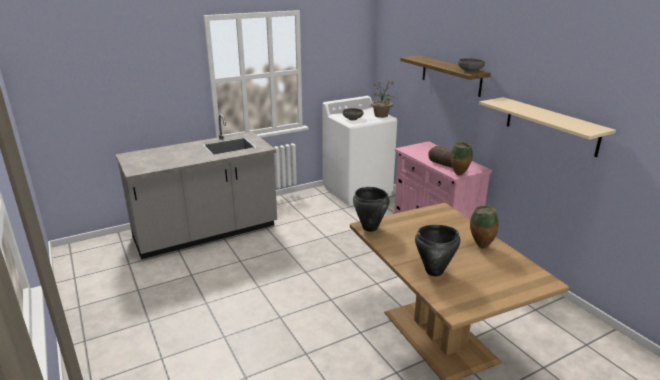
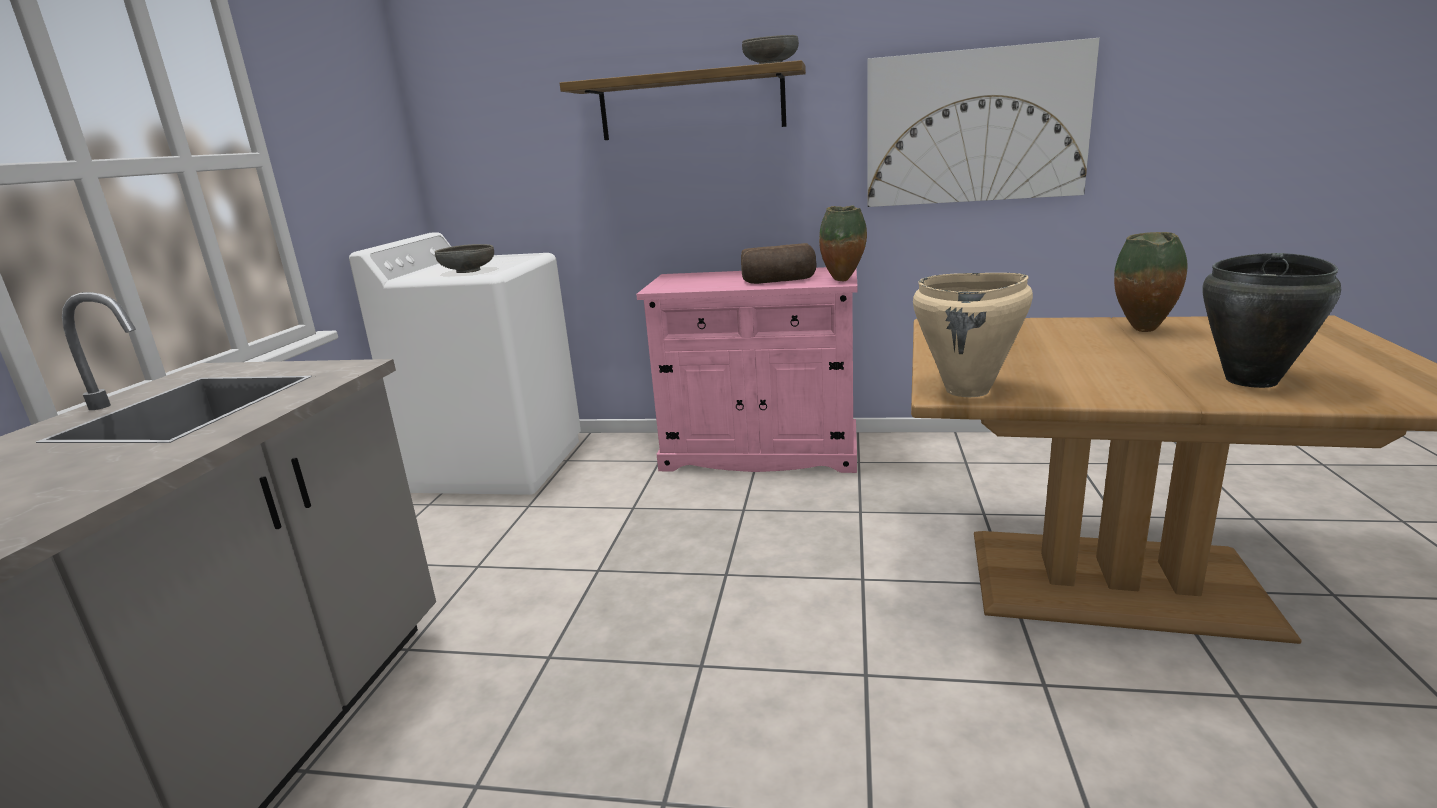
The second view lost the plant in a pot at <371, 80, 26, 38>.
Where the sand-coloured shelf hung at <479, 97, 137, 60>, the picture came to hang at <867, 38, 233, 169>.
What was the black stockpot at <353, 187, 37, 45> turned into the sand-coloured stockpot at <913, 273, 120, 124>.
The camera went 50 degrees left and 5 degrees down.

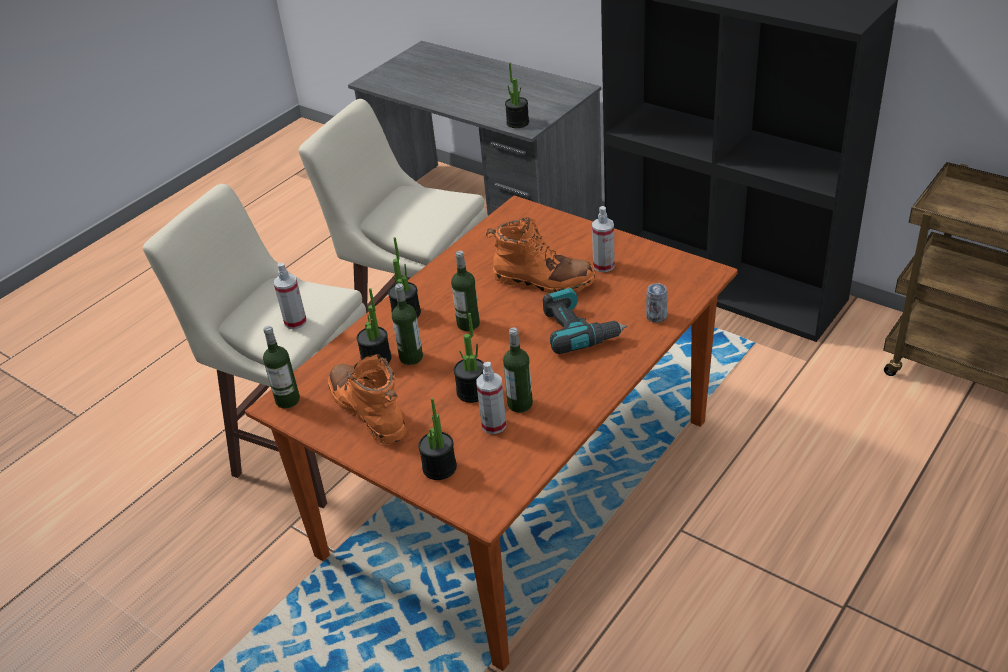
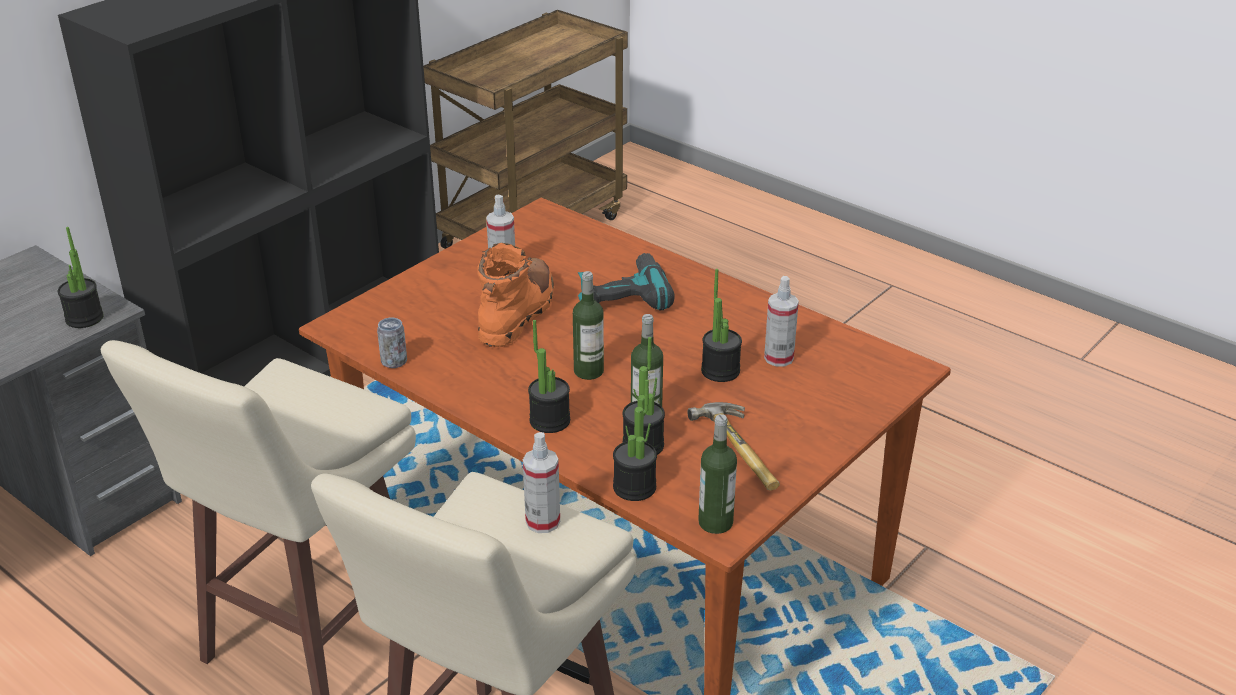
The sealed can ended up elsewhere, having gone from <646, 283, 22, 40> to <377, 318, 30, 50>.
The second view lost the bottle at <503, 328, 30, 85>.
Where the orangey tall boot stood at <328, 354, 78, 90>, the hand hammer came to stand at <688, 402, 92, 89>.
The plant in a pot ended up elsewhere, having gone from <418, 398, 39, 82> to <613, 379, 44, 122>.
The camera went 90 degrees left and 5 degrees down.

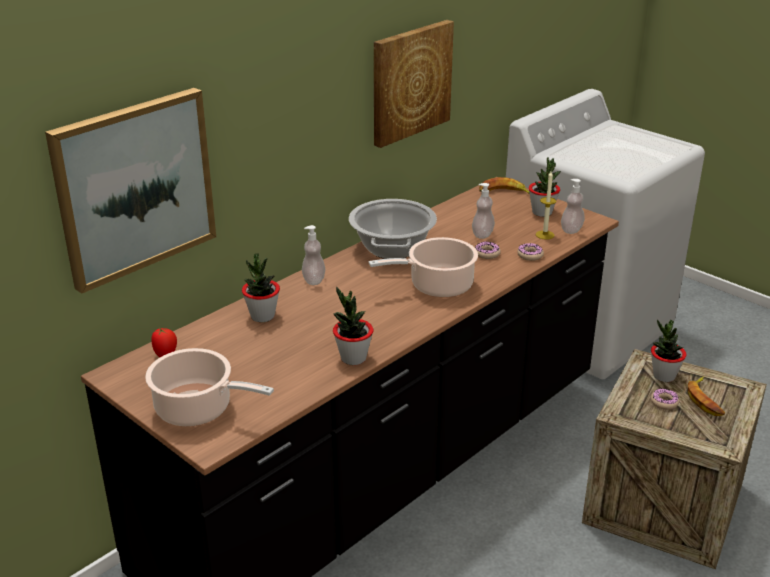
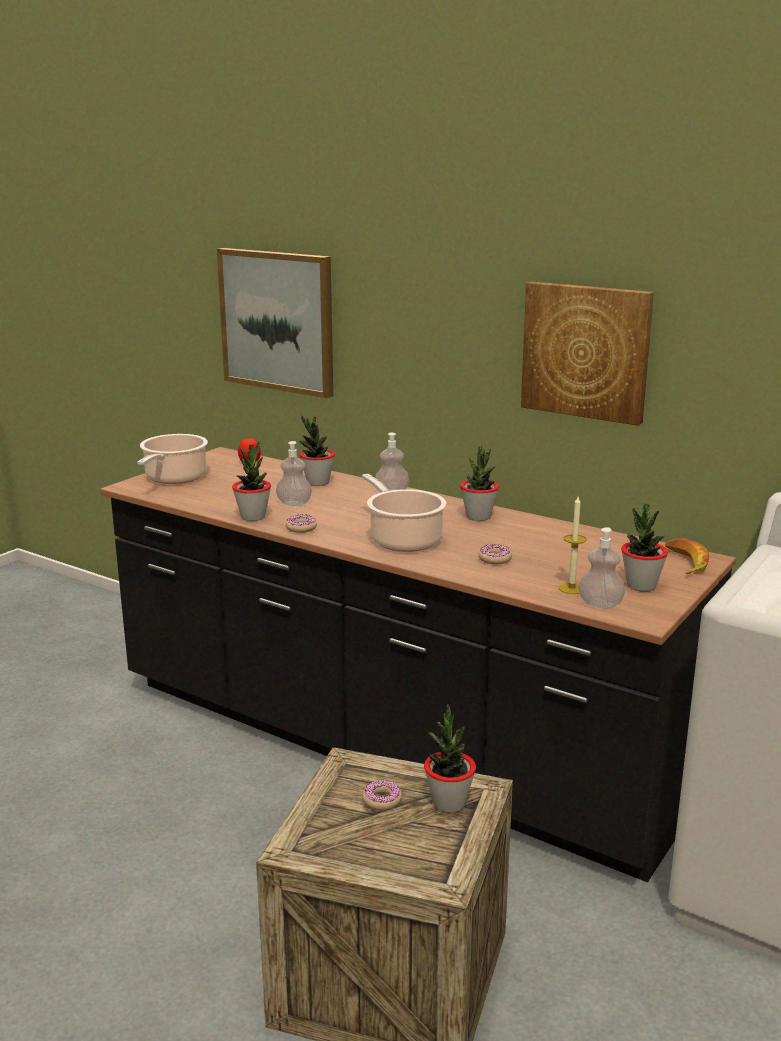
The liquid soap bottle ended up elsewhere, having gone from <472, 183, 23, 56> to <276, 441, 36, 65>.
Where the stockpot stood at <349, 199, 88, 60>, the plant in a pot came to stand at <460, 446, 39, 75>.
The doughnut ended up elsewhere, having gone from <517, 243, 27, 18> to <286, 515, 31, 18>.
The second view lost the banana fruit at <688, 376, 37, 40>.
The camera went 80 degrees right and 10 degrees down.

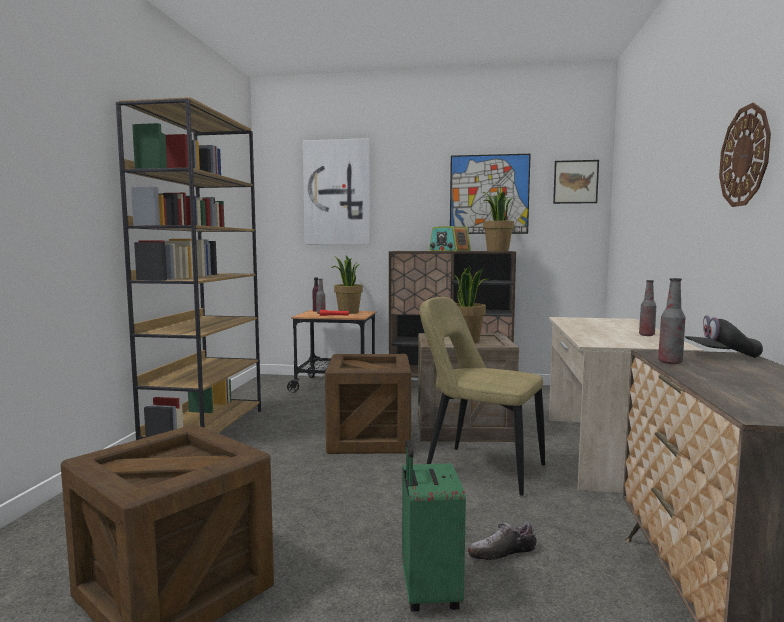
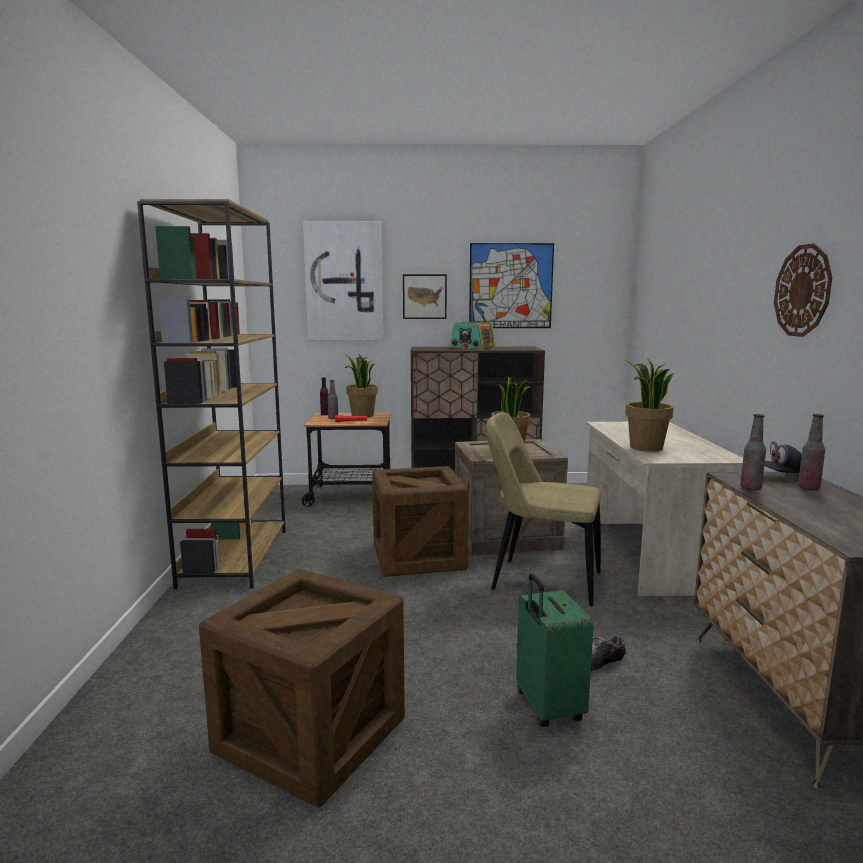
The picture ended up elsewhere, having gone from <553, 160, 46, 44> to <403, 274, 44, 45>.
The plant in a pot ended up elsewhere, having gone from <483, 189, 31, 62> to <624, 358, 50, 94>.
The bottle ended up elsewhere, having gone from <639, 280, 17, 56> to <798, 414, 27, 76>.
The camera went 10 degrees left and 5 degrees up.

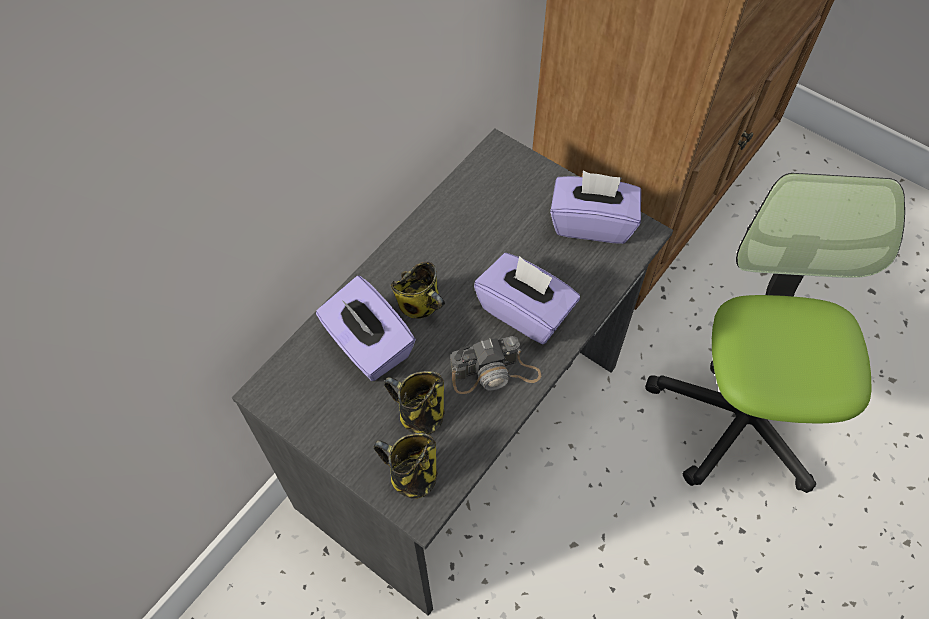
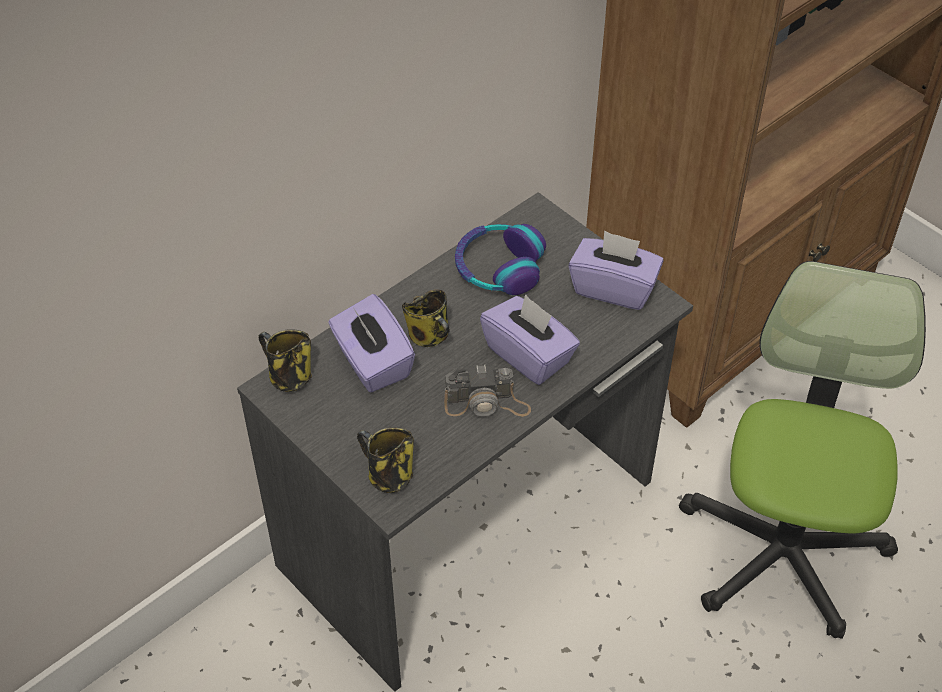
The tea mug ended up elsewhere, having gone from <384, 371, 61, 63> to <259, 329, 53, 63>.
The second view gained the headphones at <455, 224, 91, 71>.
The camera went 10 degrees right and 10 degrees down.

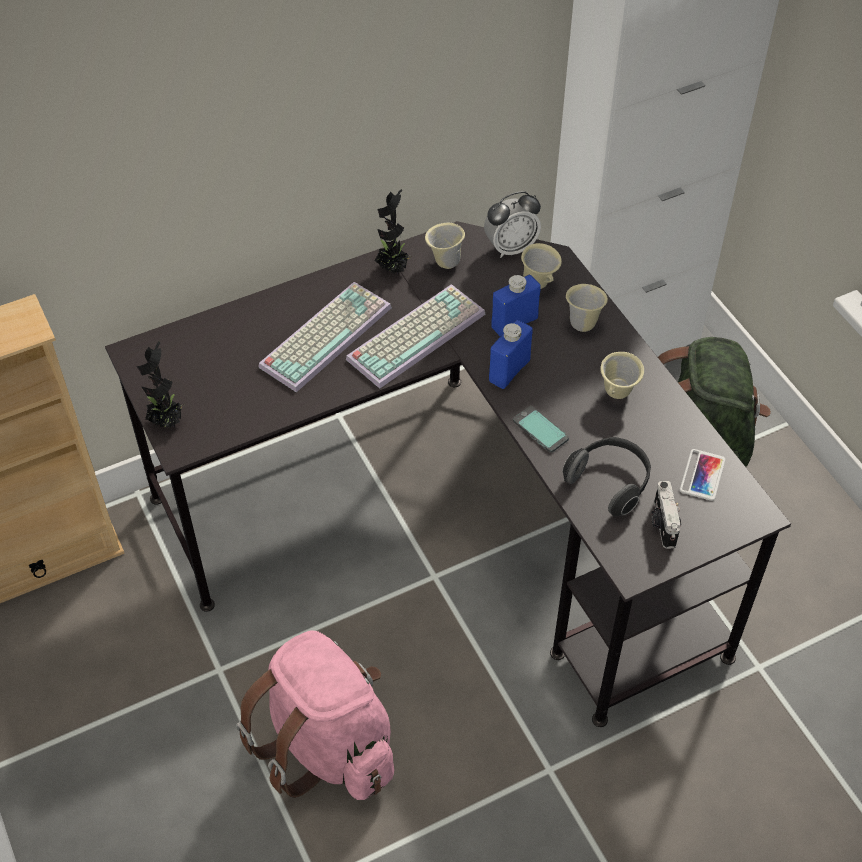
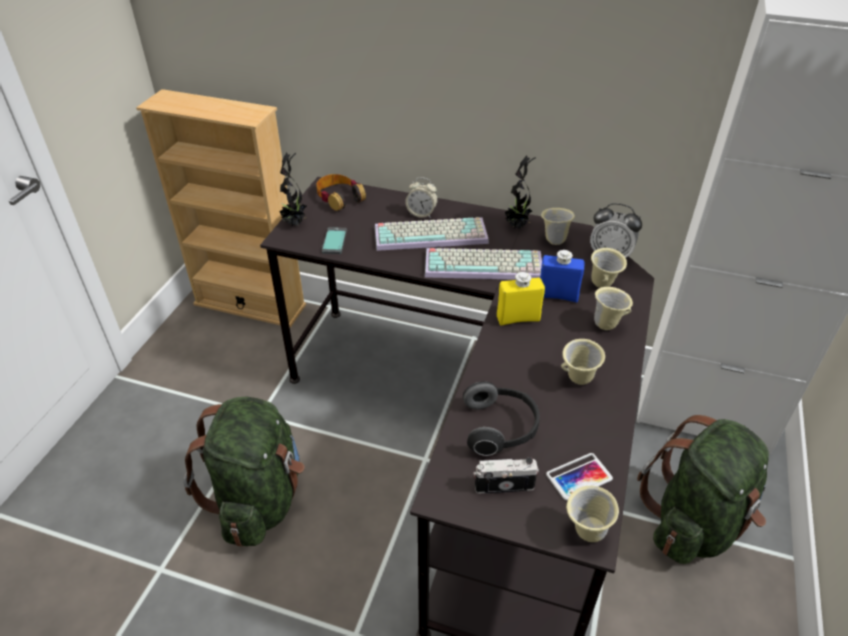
What was the blue-coloured bottle at <489, 320, 44, 69> turned into the yellowish bottle at <497, 272, 48, 53>.
The telephone ended up elsewhere, having gone from <513, 406, 56, 47> to <322, 227, 25, 27>.
The still camera at <651, 481, 30, 68> ended up facing another way, 45 degrees clockwise from before.
What was the pink knapsack at <236, 630, 158, 170> turned into the green-coloured knapsack at <184, 396, 121, 150>.
The second view gained the headphones at <316, 174, 50, 37>.
The second view gained the alarm clock at <405, 177, 33, 41>.
The second view gained the sand-coloured tea mug at <566, 486, 53, 56>.
The camera went 45 degrees right and 10 degrees down.

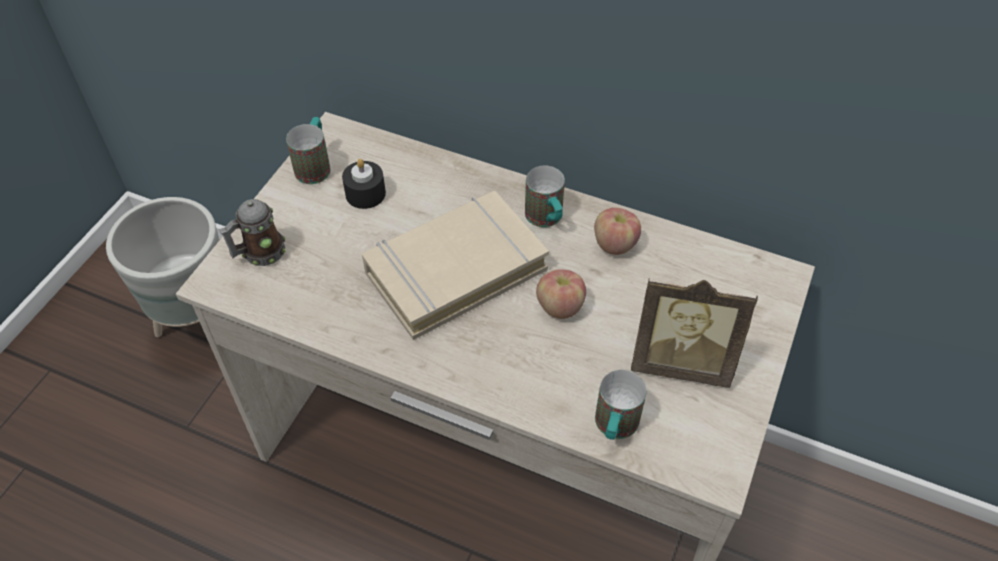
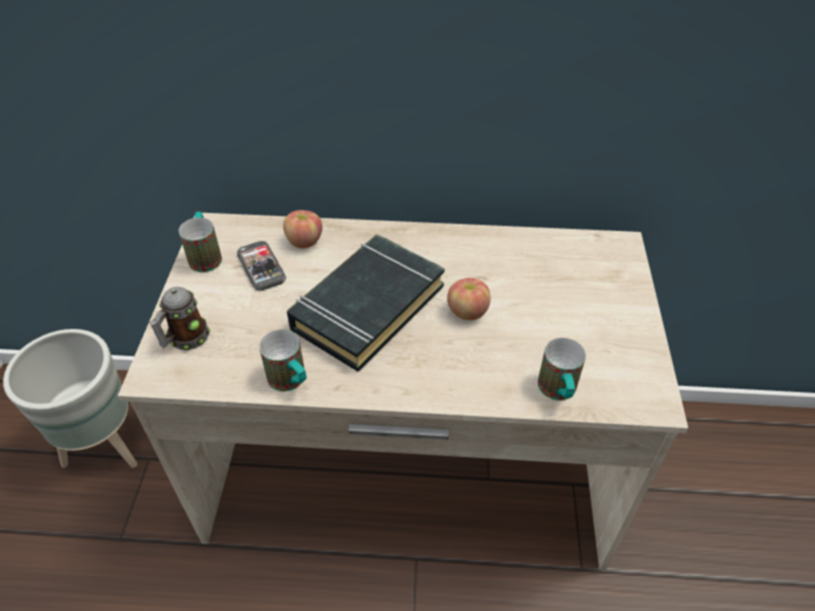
Where the black candle stood at <342, 159, 44, 50>, the telephone came to stand at <237, 241, 49, 50>.
The tea mug ended up elsewhere, having gone from <525, 166, 40, 61> to <259, 329, 48, 62>.
What was the sand-coloured bound book at <362, 191, 187, 149> turned into the black bound book at <287, 235, 158, 137>.
The apple ended up elsewhere, having gone from <594, 208, 47, 47> to <283, 210, 39, 38>.
The second view lost the photo frame at <631, 278, 127, 110>.
The camera went 20 degrees left and 5 degrees down.

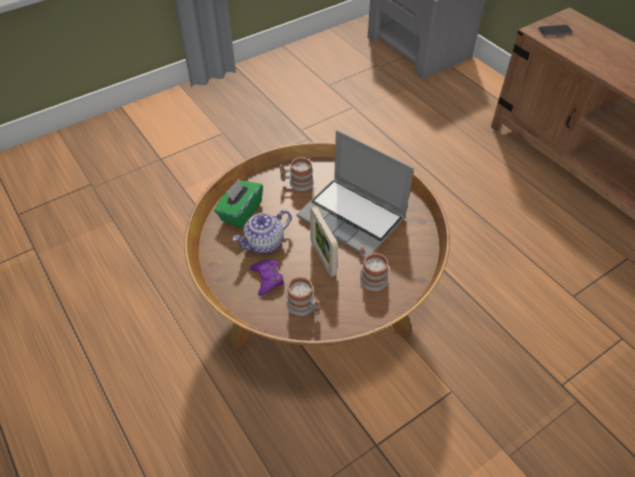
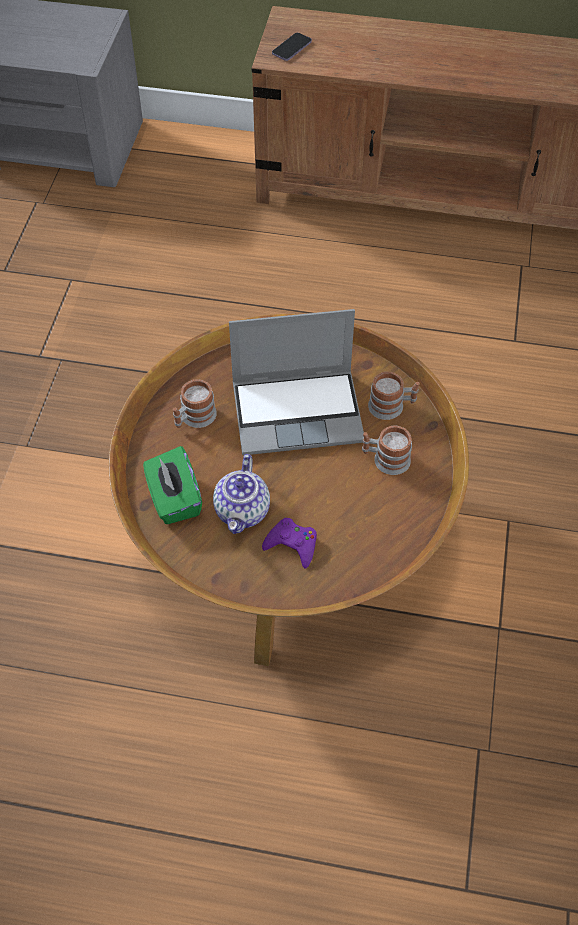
The second view lost the photo frame at <310, 207, 28, 70>.
The tea mug ended up elsewhere, having gone from <286, 277, 34, 39> to <368, 372, 52, 48>.
The camera went 45 degrees left and 5 degrees up.

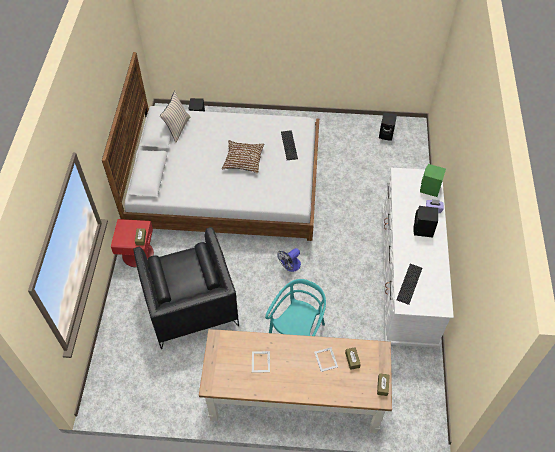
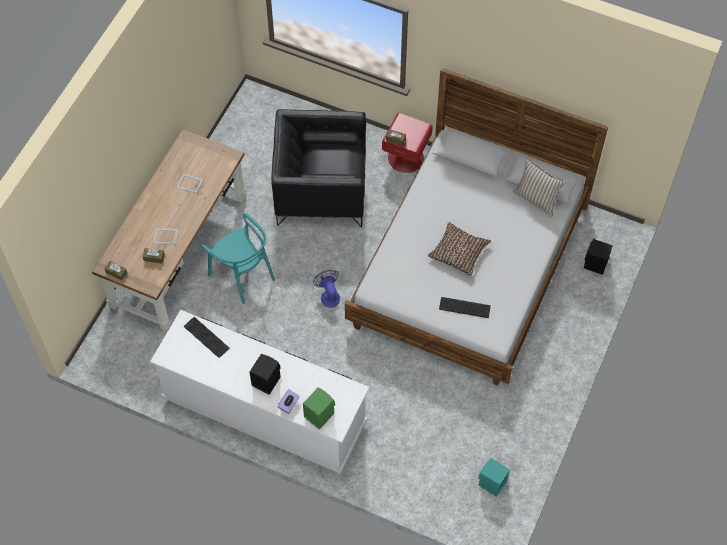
What was the black speaker at <379, 112, 18, 28> turned into the turquoise-coloured speaker at <478, 458, 32, 39>.
The camera went 110 degrees right and 5 degrees up.

